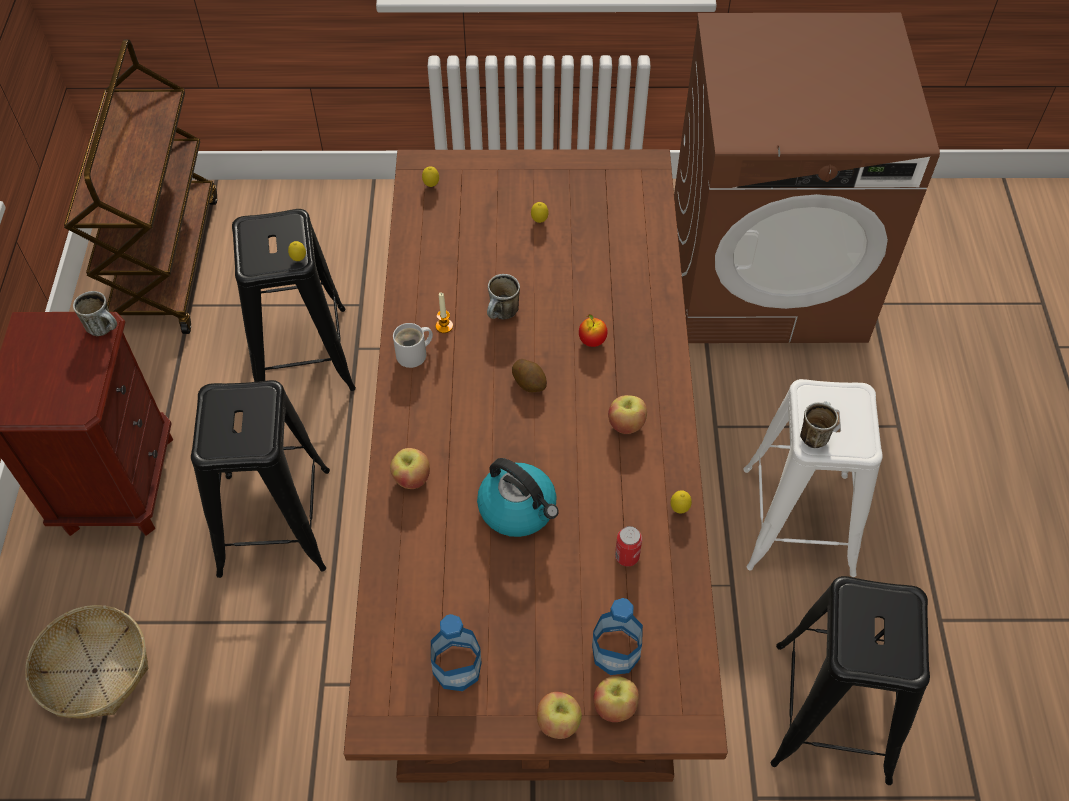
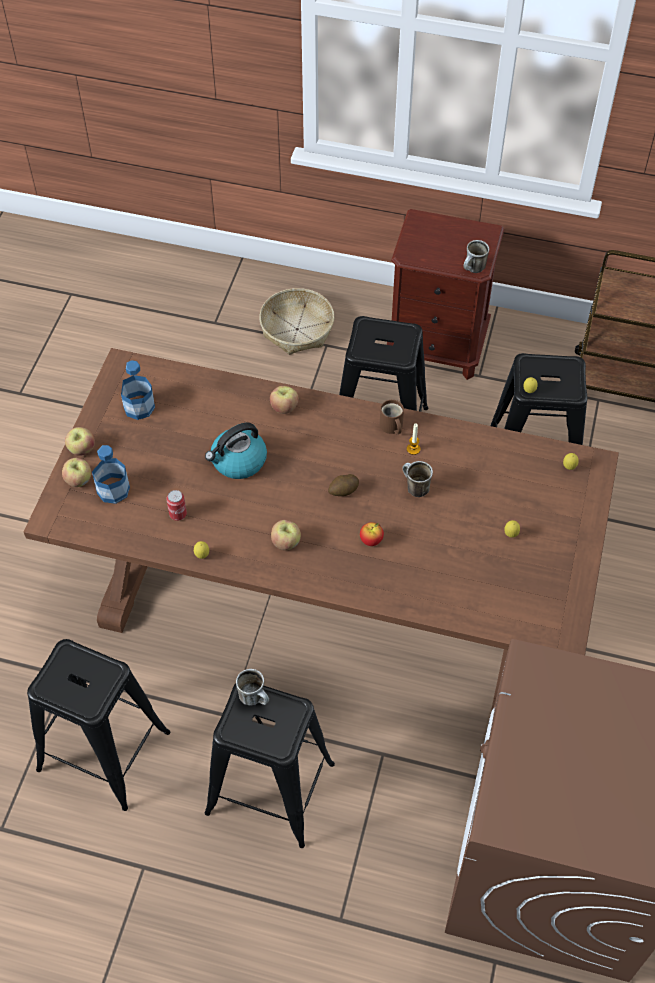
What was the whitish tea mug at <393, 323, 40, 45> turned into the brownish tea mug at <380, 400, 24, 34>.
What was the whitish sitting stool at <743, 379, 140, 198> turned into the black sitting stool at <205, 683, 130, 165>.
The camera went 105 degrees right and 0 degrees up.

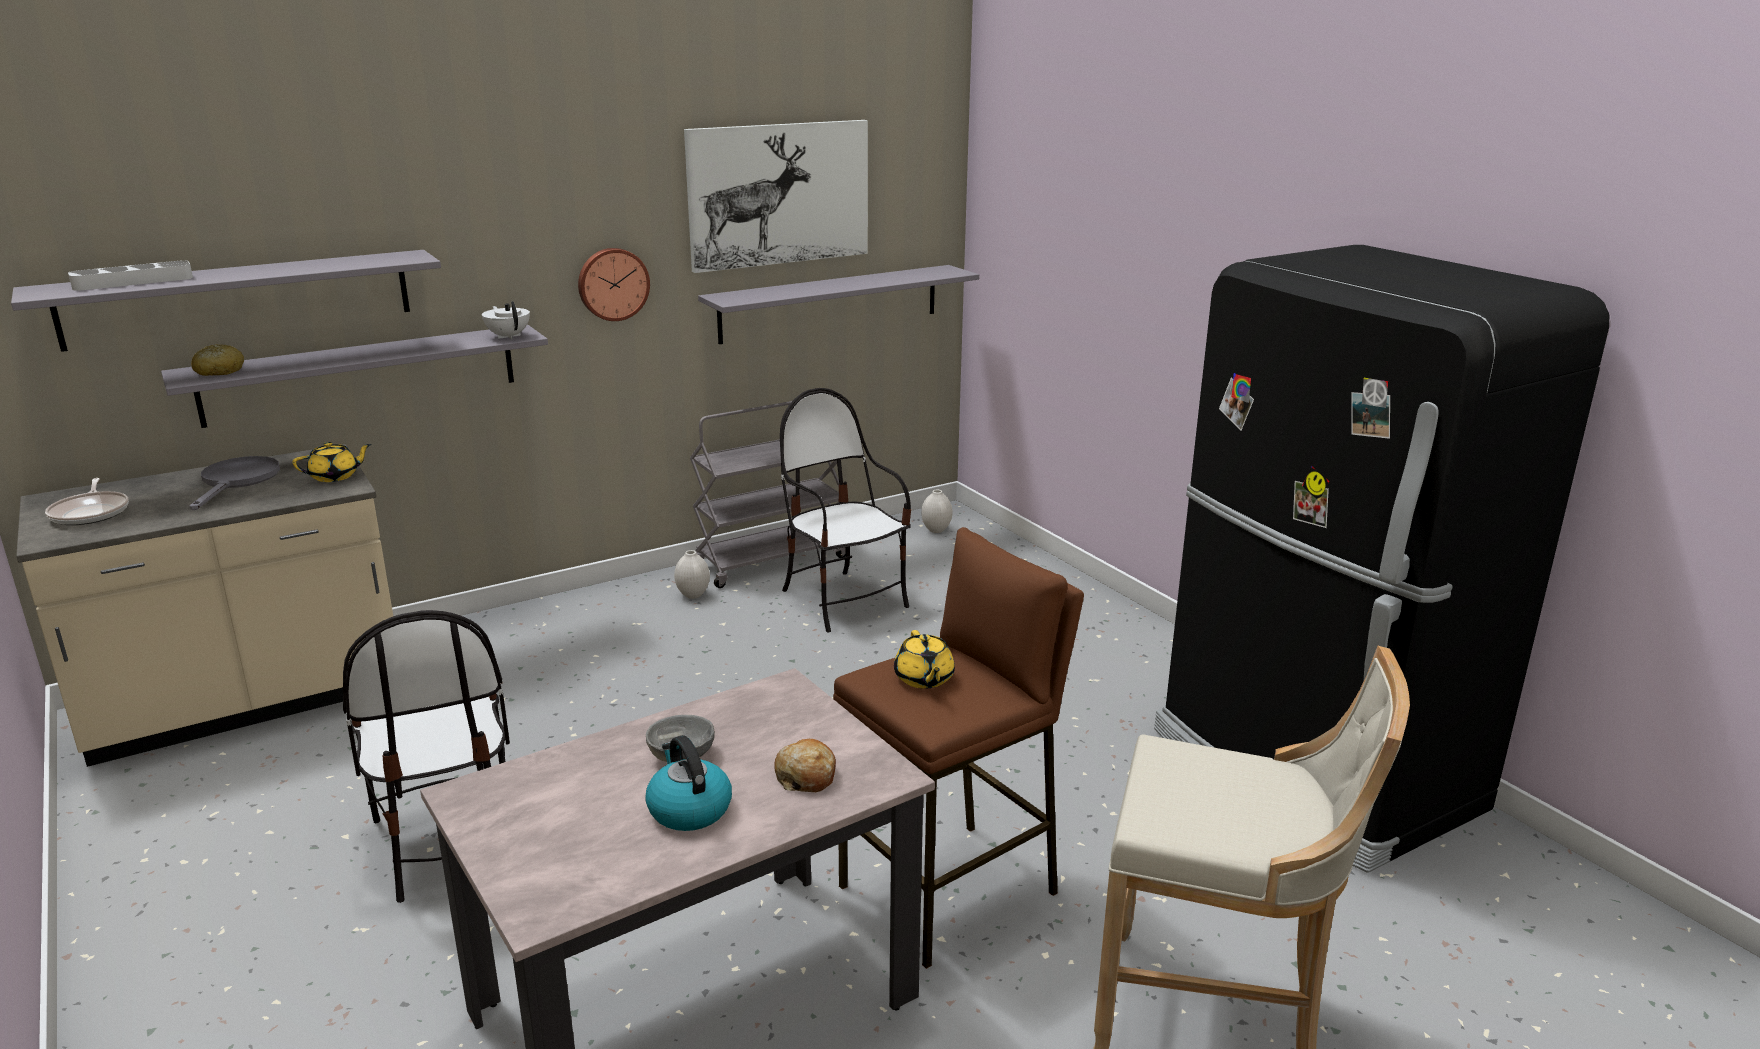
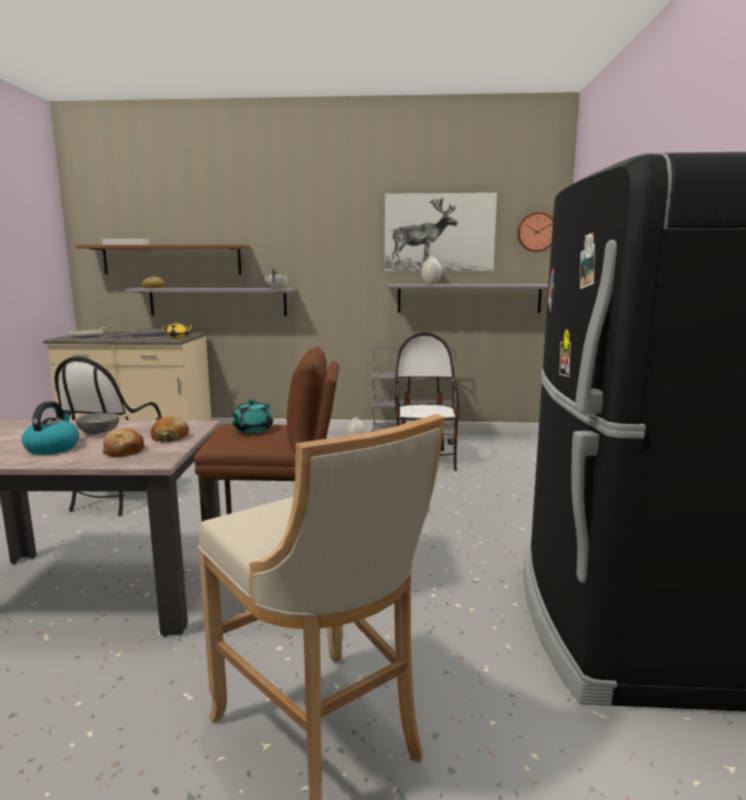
The wall clock ended up elsewhere, having gone from <578, 248, 72, 73> to <517, 212, 36, 40>.
What was the greyish shelf at <11, 250, 430, 102> turned into the brownish shelf at <76, 245, 174, 29>.
The whitish decorative vase ended up elsewhere, having gone from <921, 489, 32, 44> to <421, 257, 20, 27>.
What was the yellowish pot for tea at <894, 630, 61, 59> turned into the turquoise-coloured pot for tea at <232, 399, 41, 34>.
The second view gained the bakery bread at <151, 415, 38, 27>.
The camera went 35 degrees right and 10 degrees down.

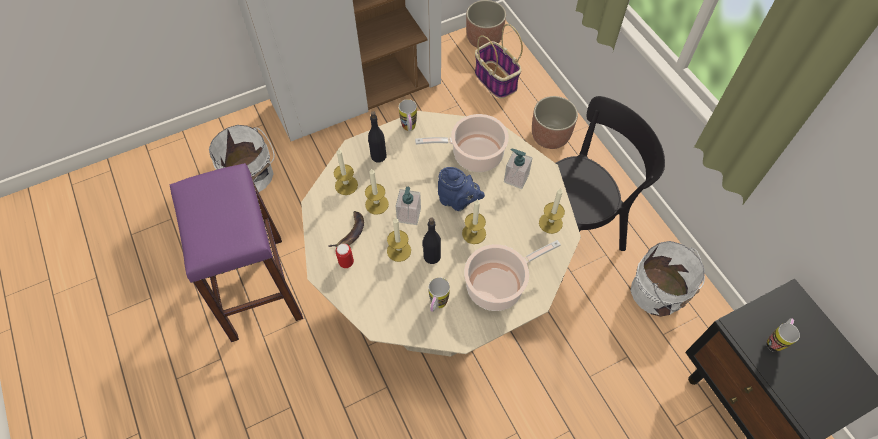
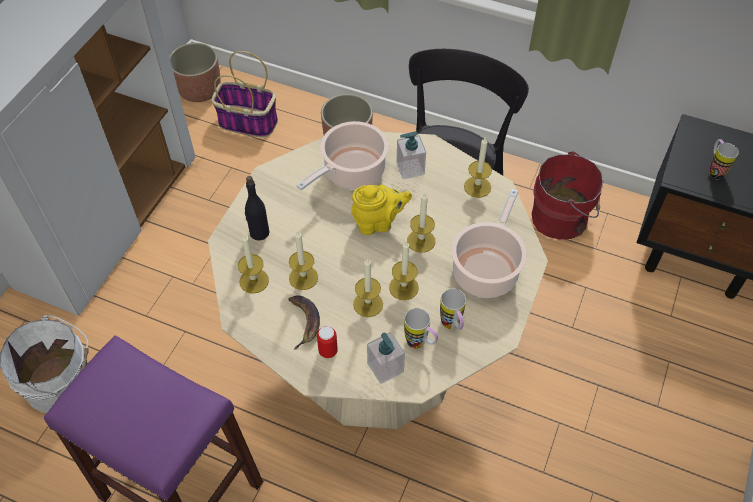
The tea mug ended up elsewhere, having gone from <399, 99, 18, 32> to <404, 308, 34, 41>.
What was the blue-coloured pot for tea at <438, 167, 47, 44> turned into the yellowish pot for tea at <351, 184, 61, 51>.
The liquid soap bottle ended up elsewhere, having gone from <395, 187, 26, 38> to <367, 332, 38, 52>.
Where the black bottle stood at <422, 218, 19, 46>, the candle came to stand at <389, 241, 30, 59>.
What was the whitish pail at <631, 241, 74, 76> turned into the red pail at <532, 151, 71, 88>.
The camera went 40 degrees left and 5 degrees down.

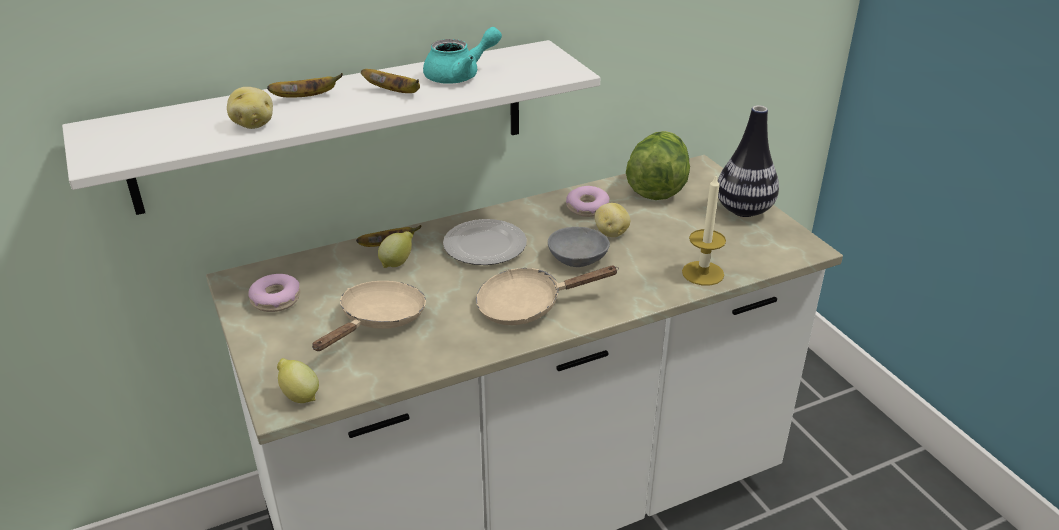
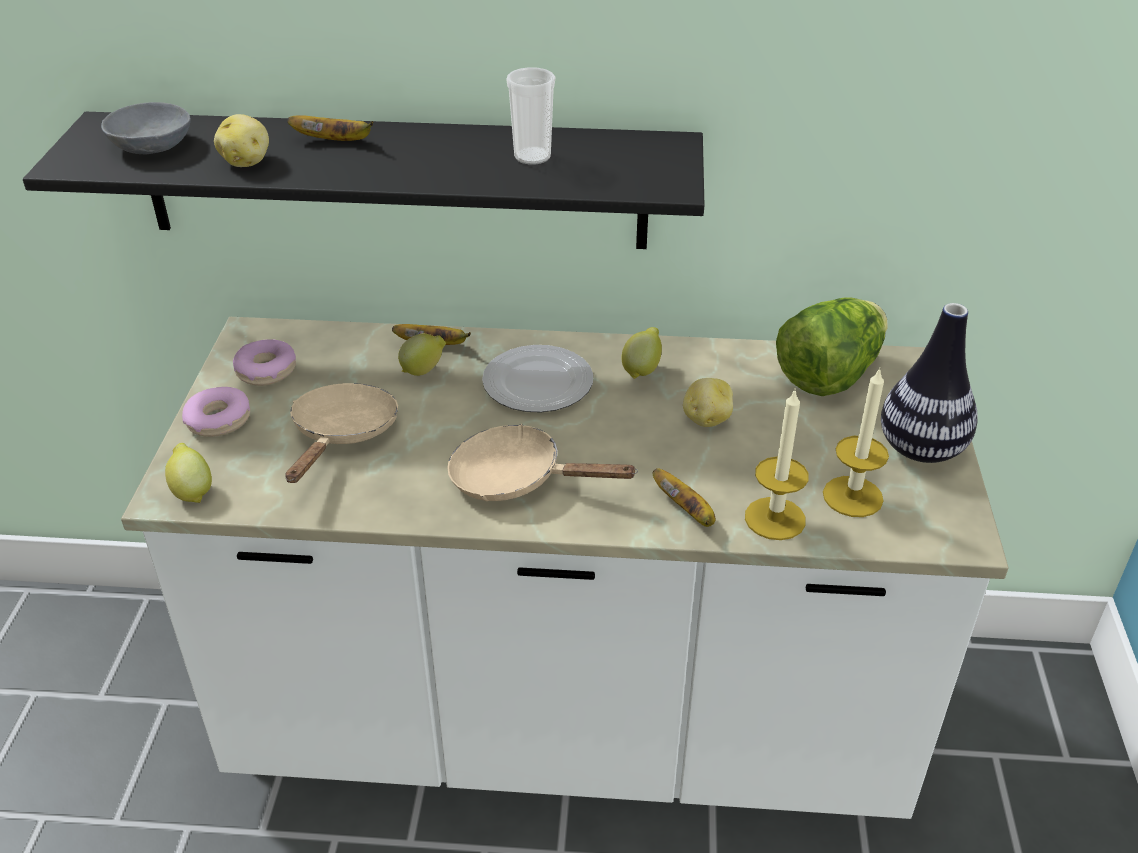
Where the turquoise-coloured pot for tea stood at <423, 27, 79, 57>, the drinking cup came to stand at <506, 67, 50, 98>.
What was the whitish shelf at <62, 40, 538, 175> turned into the black shelf at <23, 112, 682, 137>.
The banana fruit ended up elsewhere, having gone from <361, 69, 59, 24> to <652, 468, 63, 59>.
The doughnut ended up elsewhere, having gone from <566, 186, 44, 31> to <182, 387, 68, 50>.
The greyish bowl ended up elsewhere, having gone from <548, 227, 62, 40> to <101, 102, 90, 52>.
The sand-coloured pan at <312, 281, 114, 70> ended up facing another way, 45 degrees counterclockwise from before.
The second view gained the lemon at <621, 327, 41, 52>.
The second view gained the candle at <823, 367, 66, 150>.
The camera went 30 degrees right and 5 degrees up.

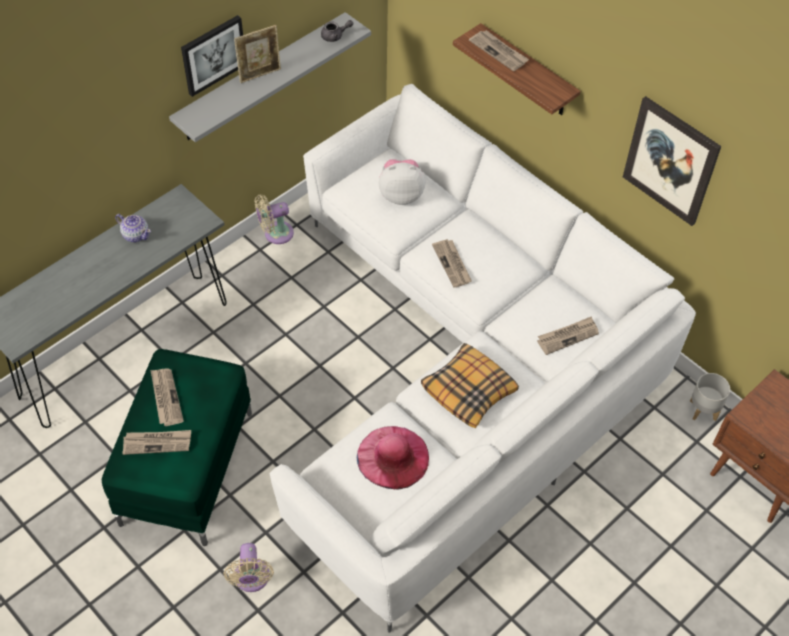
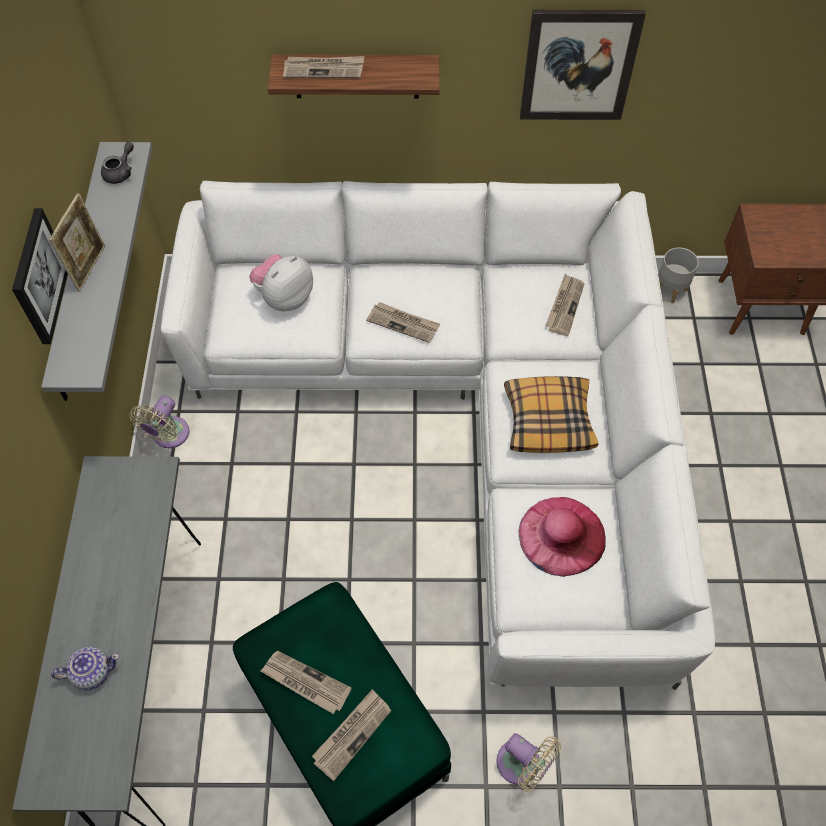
The pot for tea ended up elsewhere, having gone from <115, 214, 36, 28> to <51, 647, 68, 43>.
The camera went 45 degrees left and 5 degrees up.

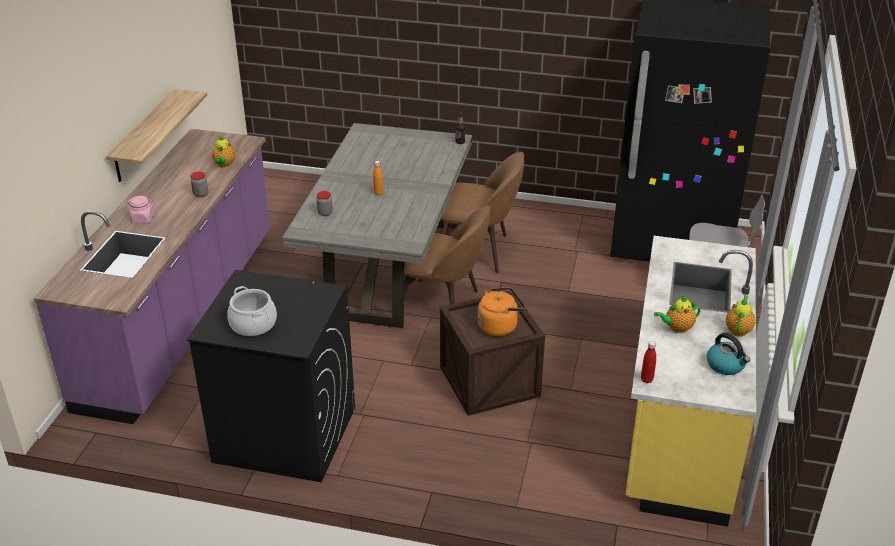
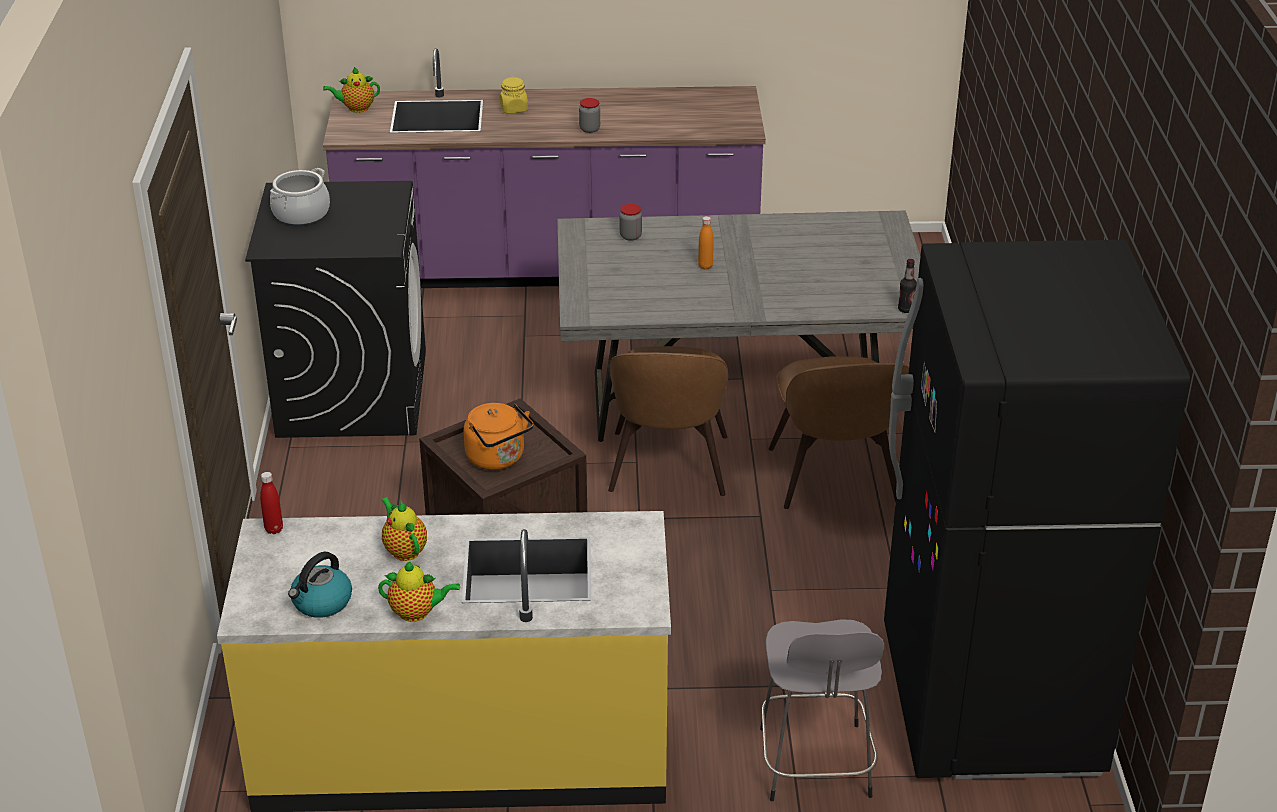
The second view lost the shelf at <106, 89, 101, 93>.
The pot for tea ended up elsewhere, having gone from <212, 136, 23, 32> to <323, 67, 57, 46>.
What was the pink storage jar at <127, 196, 27, 28> turned into the yellowish storage jar at <500, 77, 28, 37>.
The camera went 75 degrees right and 0 degrees up.

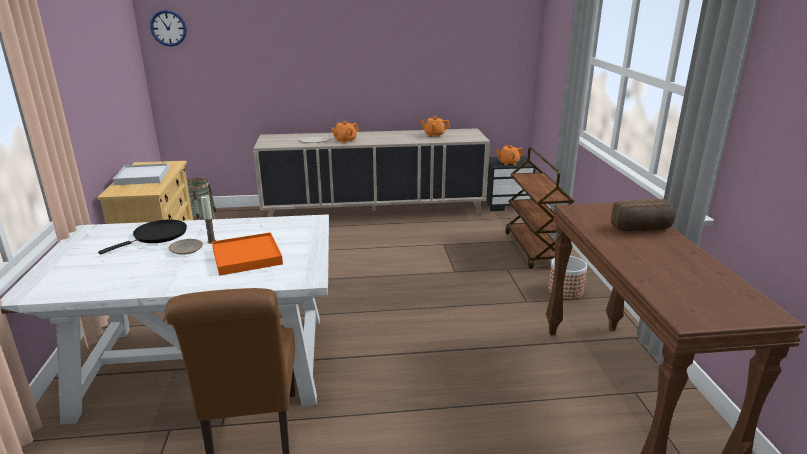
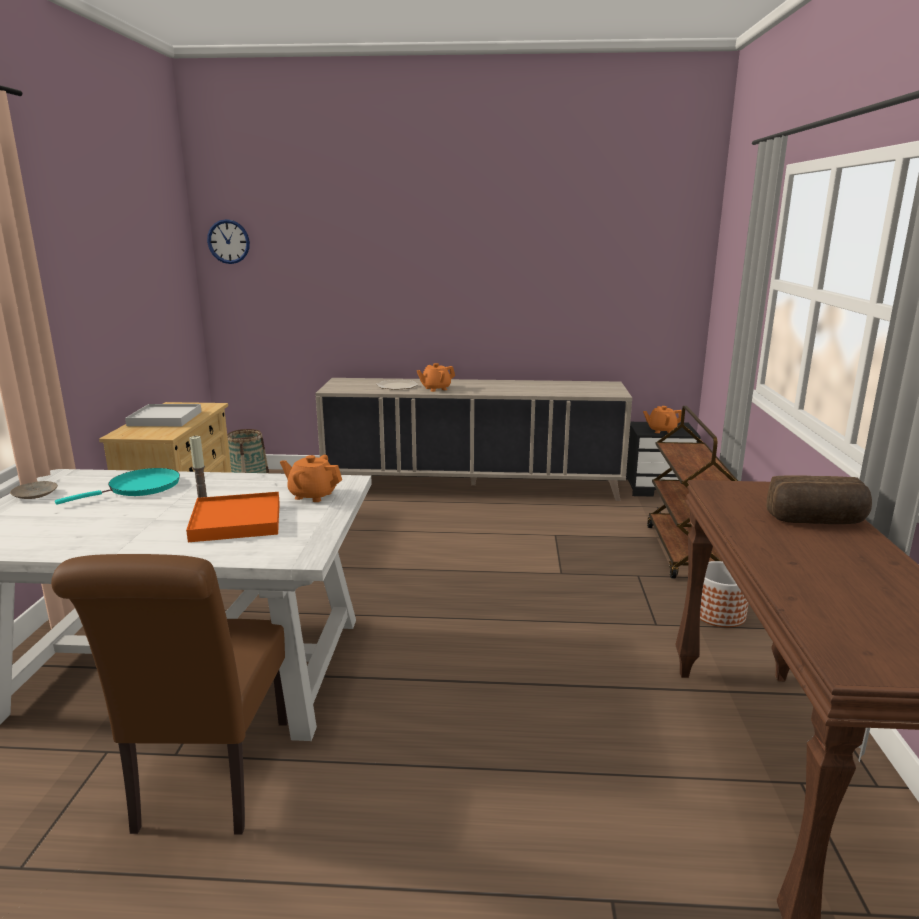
The orangey pot for tea ended up elsewhere, having gone from <420, 116, 30, 21> to <280, 455, 62, 47>.
What was the black pan at <98, 219, 89, 35> turned into the turquoise-coloured pan at <55, 468, 125, 37>.
The sand-coloured plate ended up elsewhere, having gone from <169, 239, 34, 16> to <10, 481, 48, 18>.
The camera went 10 degrees right and 5 degrees down.

